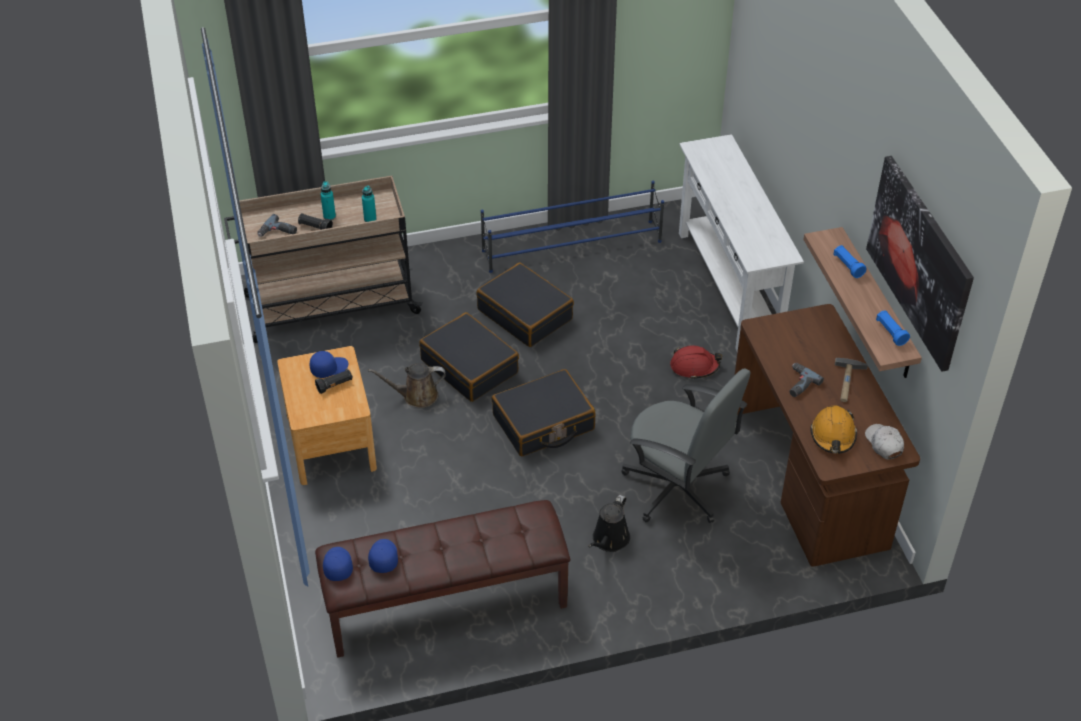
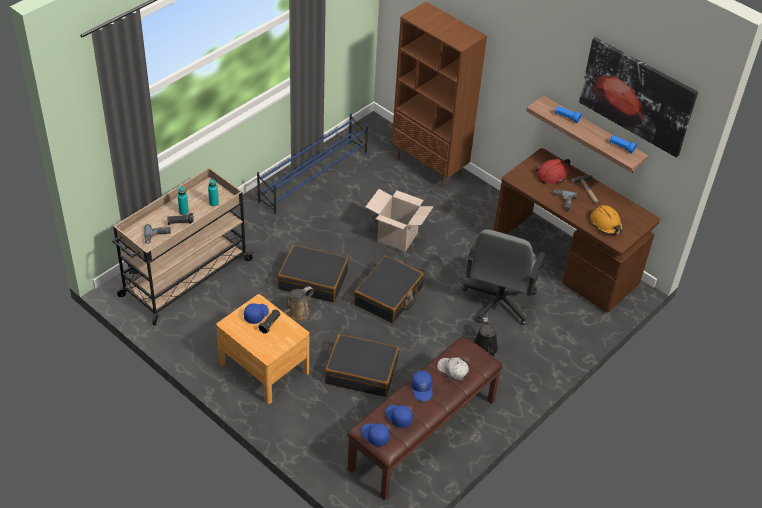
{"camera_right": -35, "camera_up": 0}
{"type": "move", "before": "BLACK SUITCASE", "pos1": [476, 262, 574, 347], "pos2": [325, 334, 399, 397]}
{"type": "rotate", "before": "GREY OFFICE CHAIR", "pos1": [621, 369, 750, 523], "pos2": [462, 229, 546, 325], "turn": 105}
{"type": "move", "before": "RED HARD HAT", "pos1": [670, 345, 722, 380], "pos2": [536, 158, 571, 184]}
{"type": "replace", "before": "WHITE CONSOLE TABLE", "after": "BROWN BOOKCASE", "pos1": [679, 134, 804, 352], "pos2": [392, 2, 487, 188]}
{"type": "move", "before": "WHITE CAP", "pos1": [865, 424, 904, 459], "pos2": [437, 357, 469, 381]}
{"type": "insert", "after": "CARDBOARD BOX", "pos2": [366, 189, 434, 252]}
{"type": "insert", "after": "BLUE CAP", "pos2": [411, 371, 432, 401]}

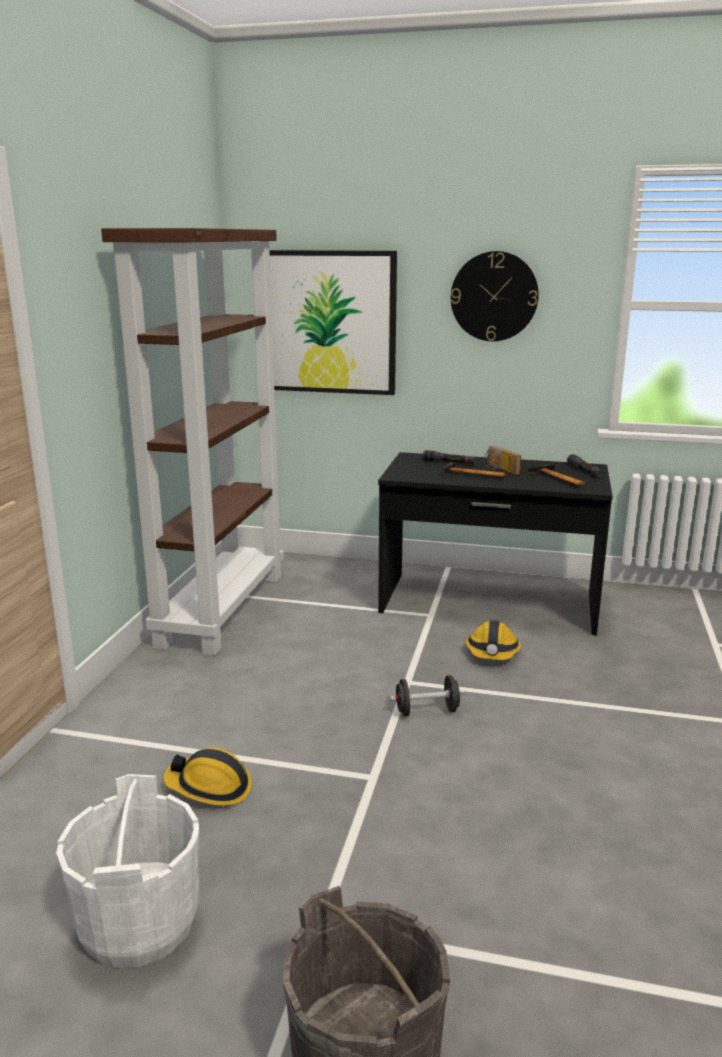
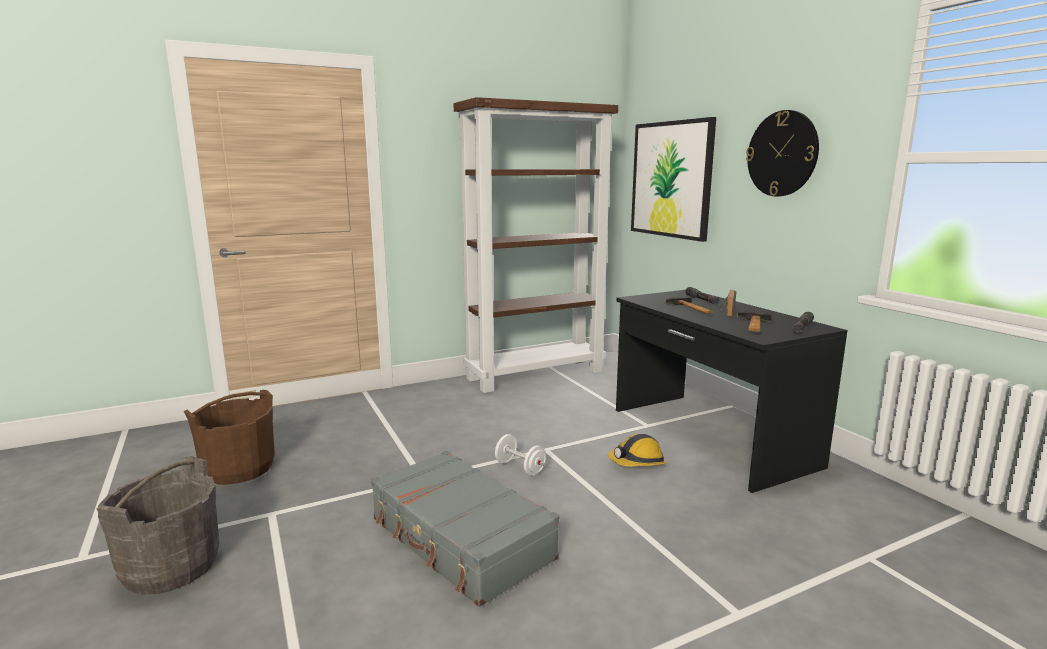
{"camera_right": 50, "camera_up": -5}
{"type": "recolor", "before": "WHITE BUCKET", "after": "BROWN BUCKET", "pos1": [56, 774, 200, 968], "pos2": [184, 390, 275, 485]}
{"type": "delete", "before": "HARD HAT", "pos1": [163, 747, 252, 806]}
{"type": "recolor", "before": "BLACK DUMBBELL", "after": "WHITE DUMBBELL", "pos1": [389, 675, 466, 716], "pos2": [495, 434, 546, 476]}
{"type": "insert", "after": "GREY SUITCASE", "pos2": [371, 451, 559, 607]}

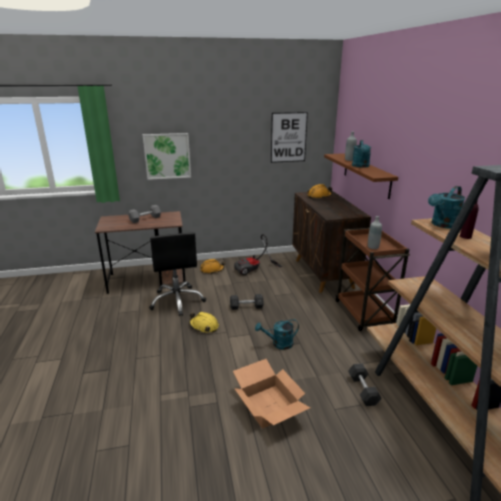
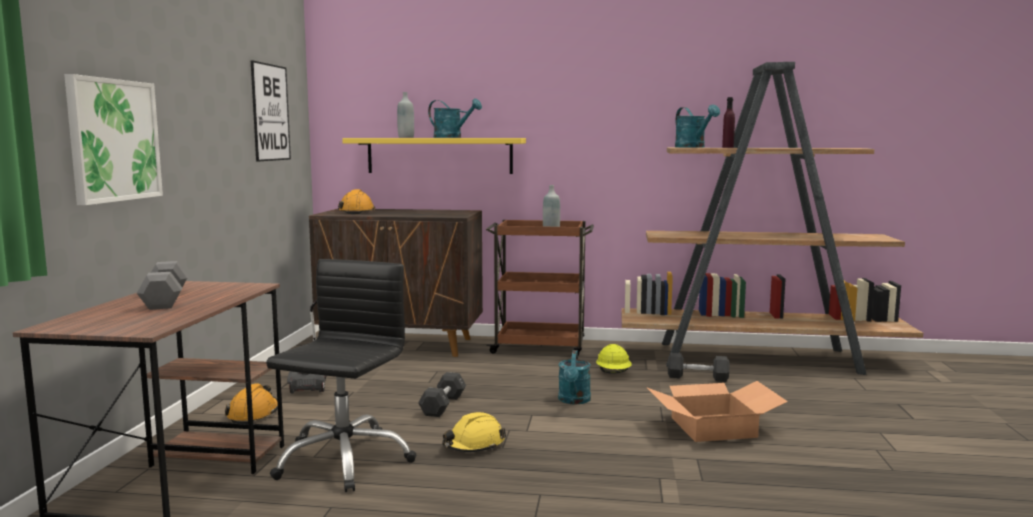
{"camera_right": -70, "camera_up": -15}
{"type": "rotate", "before": "BLACK OFFICE CHAIR", "pos1": [149, 232, 206, 316], "pos2": [266, 259, 417, 492], "turn": -75}
{"type": "recolor", "before": "BROWN SHELF", "after": "YELLOW SHELF", "pos1": [324, 153, 398, 199], "pos2": [342, 138, 526, 174]}
{"type": "insert", "after": "YELLOW HARD HAT", "pos2": [596, 344, 632, 374]}

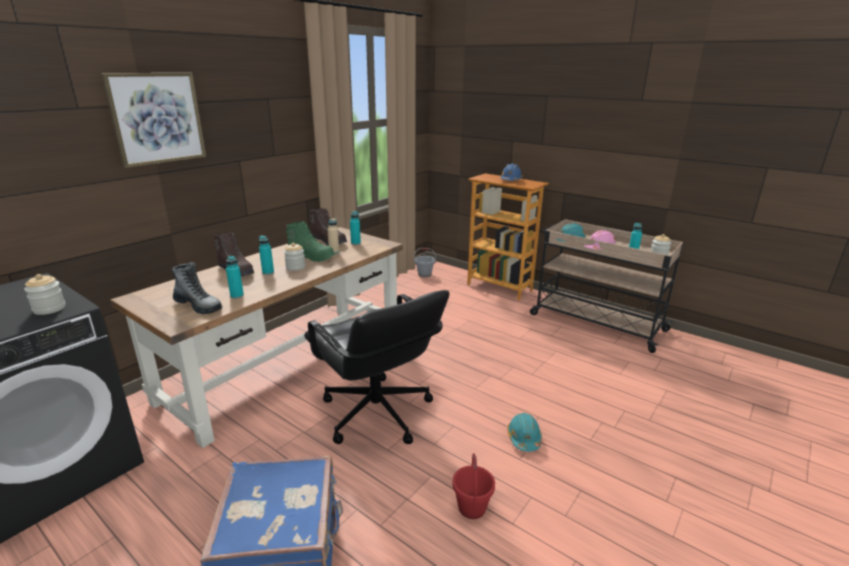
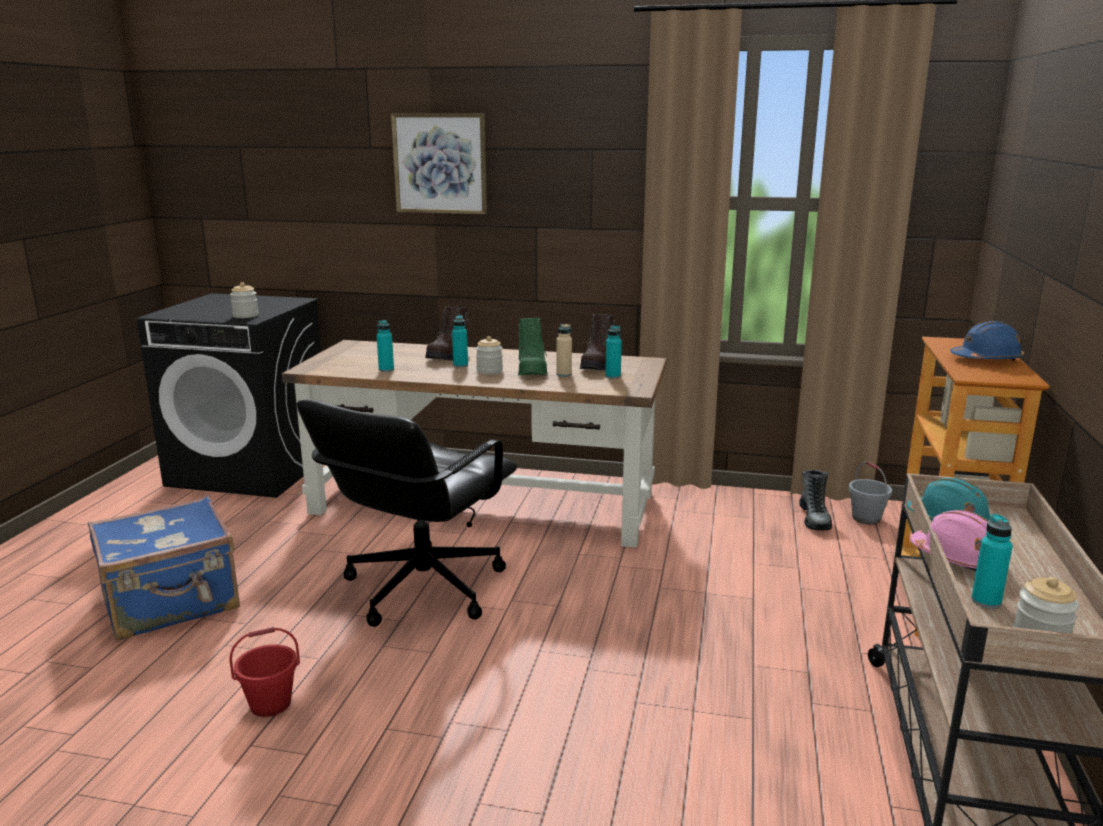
{"camera_right": 65, "camera_up": -5}
{"type": "move", "before": "BOOT", "pos1": [172, 262, 222, 314], "pos2": [799, 470, 832, 531]}
{"type": "delete", "before": "TURQUOISE HARD HAT", "pos1": [508, 413, 542, 452]}

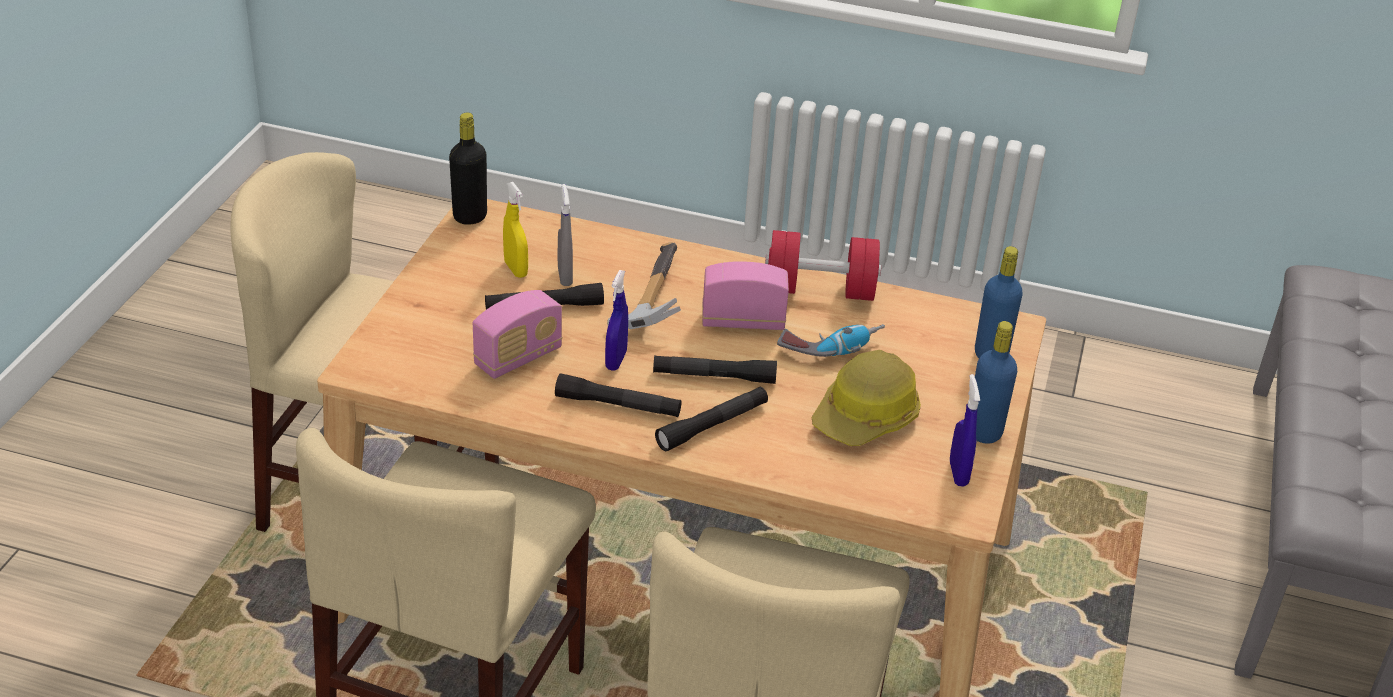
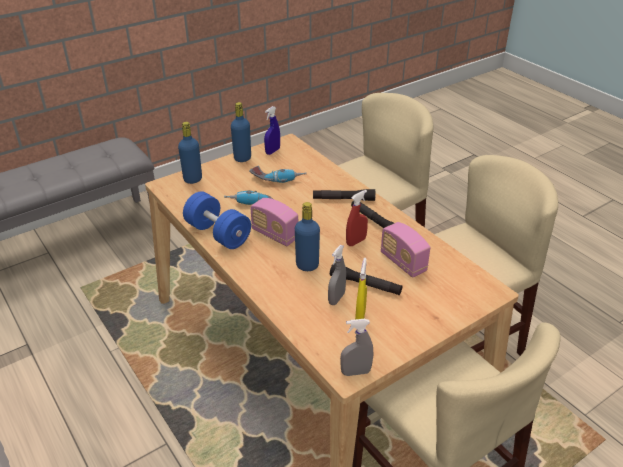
{"camera_right": -140, "camera_up": 0}
{"type": "replace", "before": "BLACK BOTTLE", "after": "GREY SPRAY BOTTLE", "pos1": [449, 113, 487, 225], "pos2": [340, 319, 373, 376]}
{"type": "rotate", "before": "RADIO", "pos1": [473, 290, 562, 379], "pos2": [381, 222, 431, 278], "turn": -120}
{"type": "recolor", "before": "BLUE SPRAY BOTTLE", "after": "RED SPRAY BOTTLE", "pos1": [605, 270, 628, 370], "pos2": [346, 190, 368, 246]}
{"type": "replace", "before": "HAMMER", "after": "BLUE BOTTLE", "pos1": [607, 242, 681, 329], "pos2": [295, 202, 320, 271]}
{"type": "delete", "before": "BLACK FLASHLIGHT", "pos1": [653, 355, 777, 384]}
{"type": "recolor", "before": "RED DUMBBELL", "after": "BLUE DUMBBELL", "pos1": [765, 230, 881, 301], "pos2": [183, 191, 251, 249]}
{"type": "replace", "before": "HARD HAT", "after": "POWER DRILL", "pos1": [812, 350, 921, 446], "pos2": [249, 166, 306, 183]}

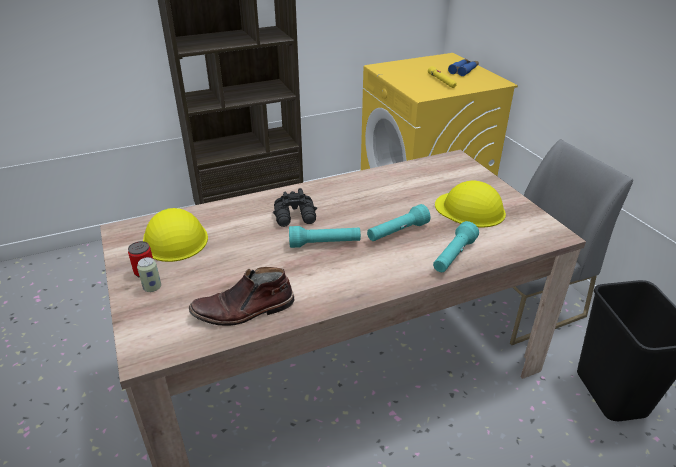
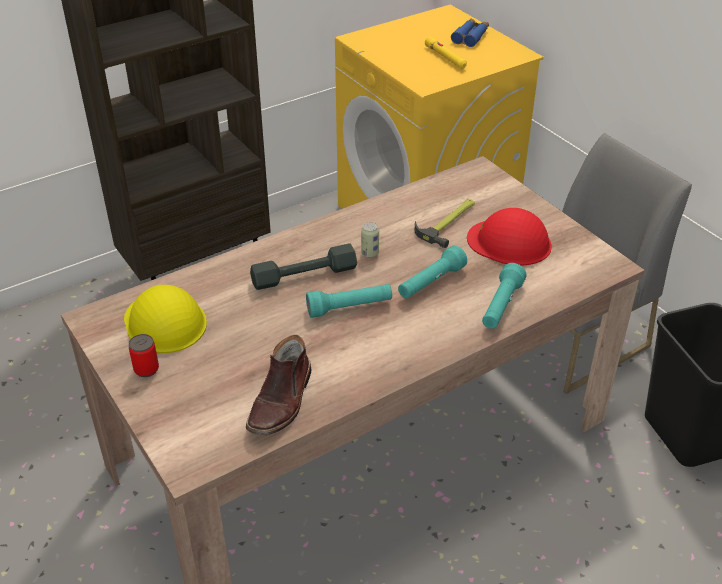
{"camera_right": -10, "camera_up": 5}
{"type": "move", "before": "CAN", "pos1": [137, 257, 161, 292], "pos2": [361, 222, 379, 258]}
{"type": "rotate", "before": "BROWN BOOT", "pos1": [189, 267, 294, 326], "pos2": [246, 335, 311, 435], "turn": -45}
{"type": "replace", "before": "BLACK BINOCULARS", "after": "GREY DUMBBELL", "pos1": [273, 188, 317, 227], "pos2": [250, 243, 357, 290]}
{"type": "recolor", "before": "YELLOW HARD HAT", "after": "RED HARD HAT", "pos1": [435, 181, 506, 227], "pos2": [467, 208, 552, 265]}
{"type": "insert", "after": "HAMMER", "pos2": [415, 199, 475, 248]}

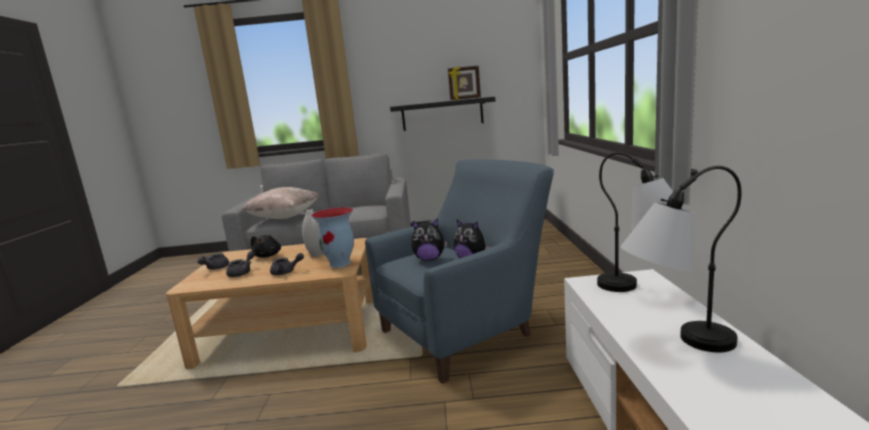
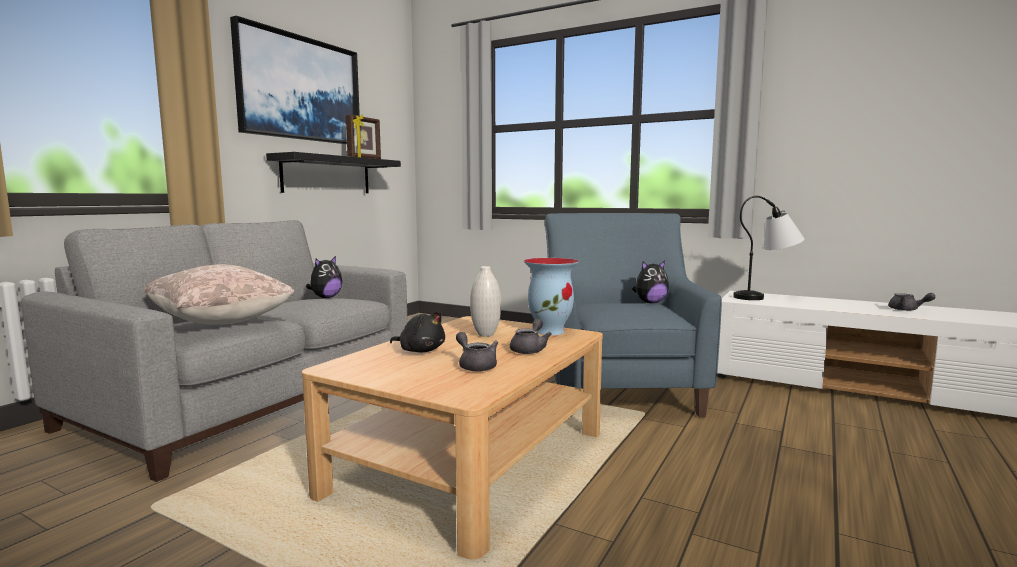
{"camera_right": -60, "camera_up": -5}
{"type": "move", "before": "GREY TEAPOT", "pos1": [197, 253, 229, 270], "pos2": [888, 293, 935, 311]}
{"type": "move", "before": "PLUSH TOY", "pos1": [411, 219, 447, 261], "pos2": [306, 256, 342, 298]}
{"type": "delete", "before": "TABLE LAMP", "pos1": [620, 166, 741, 352]}
{"type": "insert", "after": "PICTURE", "pos2": [230, 16, 360, 144]}

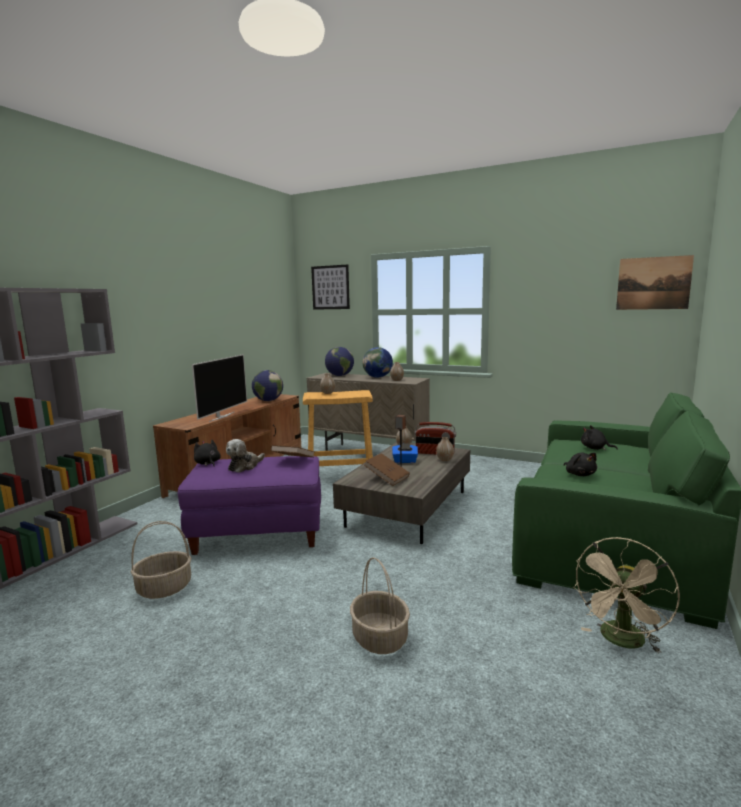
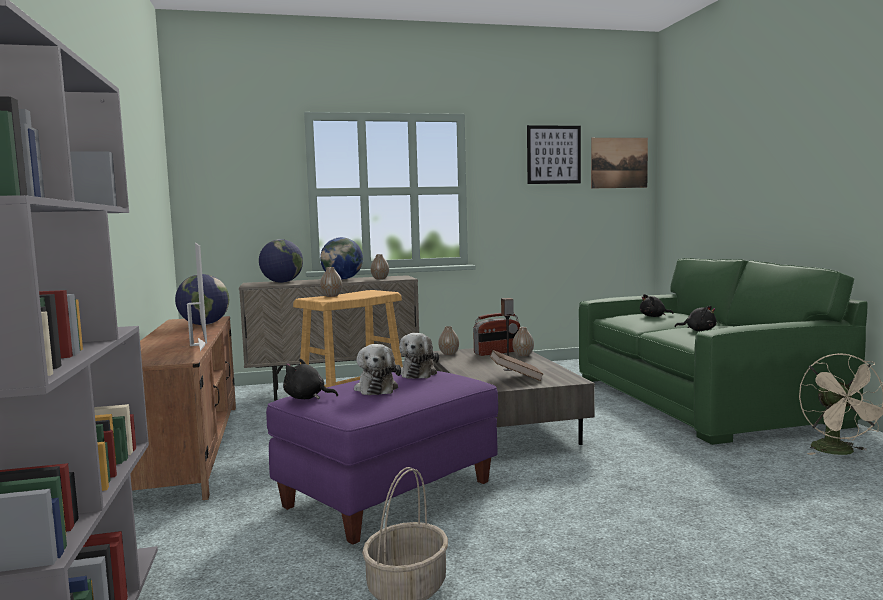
{"camera_right": -40, "camera_up": -5}
{"type": "replace", "before": "BROWN BOOK", "after": "PLUSH TOY", "pos1": [271, 445, 314, 457], "pos2": [399, 333, 439, 379]}
{"type": "move", "before": "PICTURE", "pos1": [311, 264, 350, 310], "pos2": [527, 125, 581, 184]}
{"type": "delete", "before": "BASKET", "pos1": [350, 557, 410, 654]}
{"type": "delete", "before": "BLUE TISSUE BOX", "pos1": [392, 443, 418, 463]}

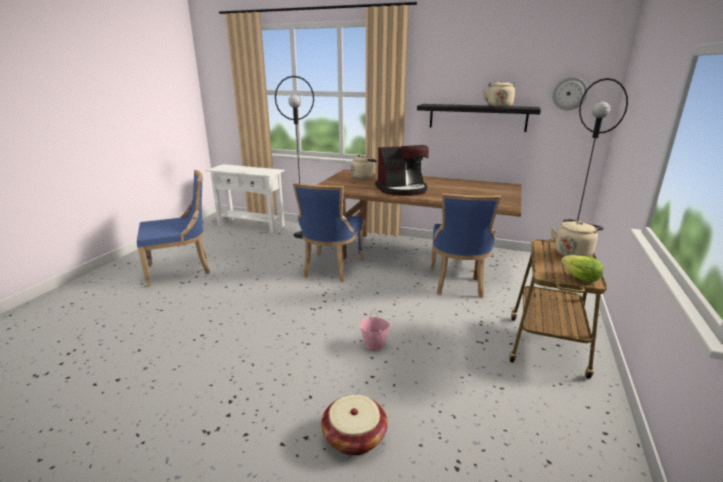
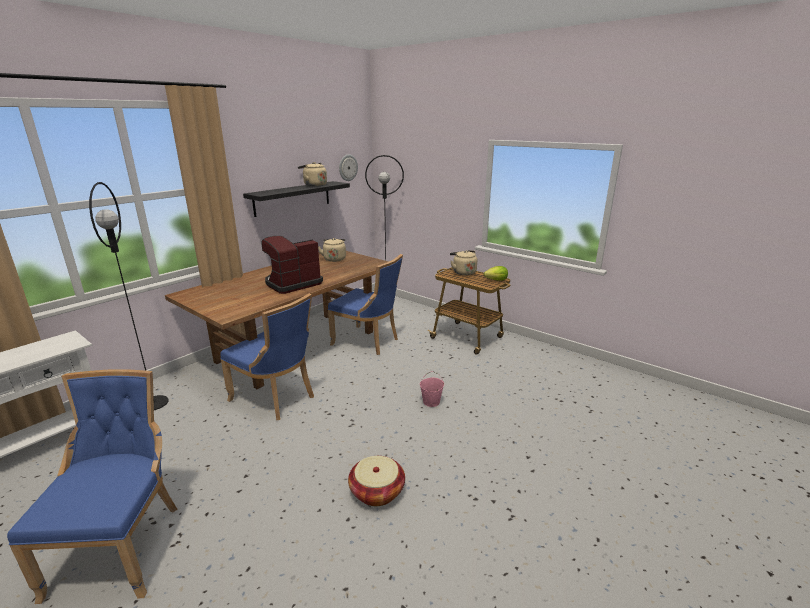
{"camera_right": -70, "camera_up": 0}
{"type": "move", "before": "BASKET", "pos1": [321, 395, 388, 456], "pos2": [348, 456, 405, 506]}
{"type": "move", "before": "BEIGE KETTLE", "pos1": [351, 155, 377, 179], "pos2": [318, 238, 346, 262]}
{"type": "rotate", "before": "COFFEE MACHINE", "pos1": [375, 145, 429, 196], "pos2": [261, 236, 323, 294], "turn": -135}

